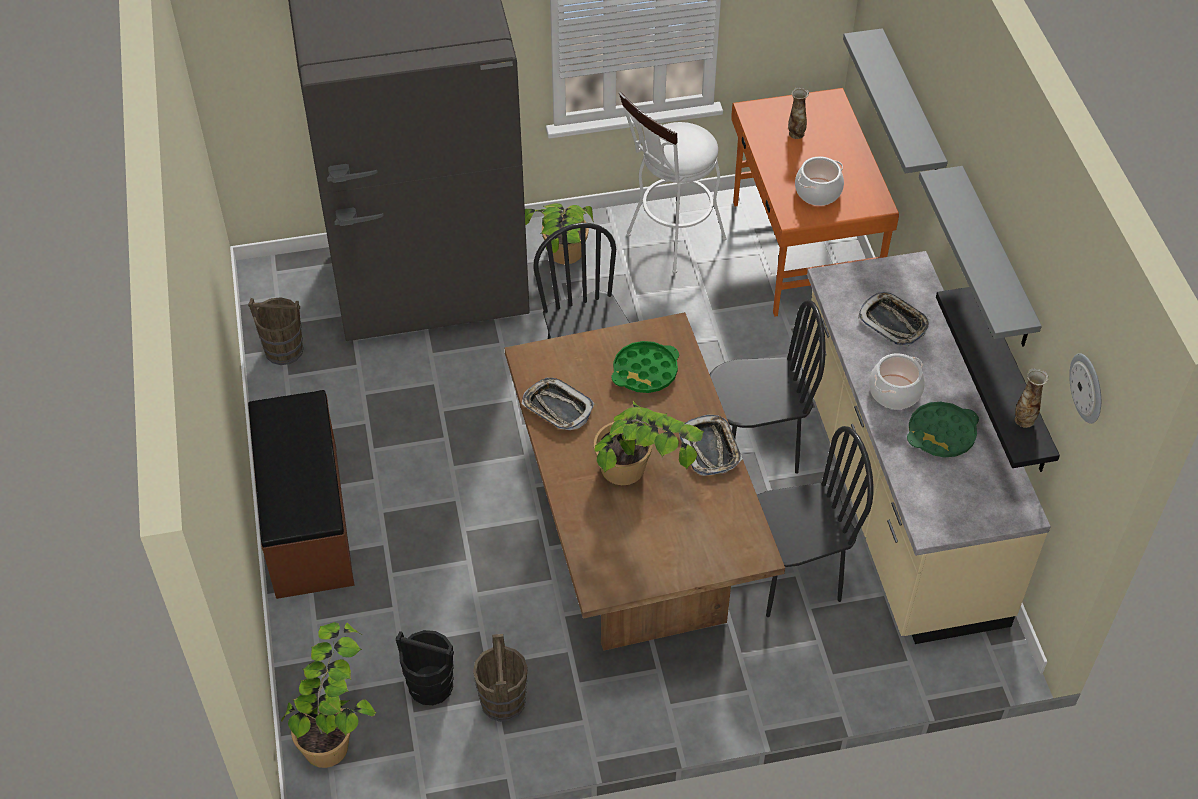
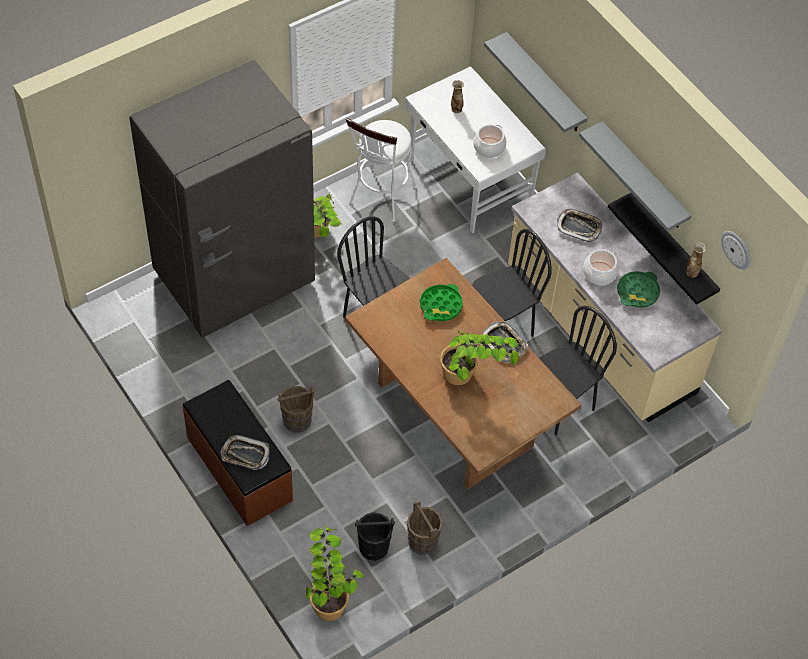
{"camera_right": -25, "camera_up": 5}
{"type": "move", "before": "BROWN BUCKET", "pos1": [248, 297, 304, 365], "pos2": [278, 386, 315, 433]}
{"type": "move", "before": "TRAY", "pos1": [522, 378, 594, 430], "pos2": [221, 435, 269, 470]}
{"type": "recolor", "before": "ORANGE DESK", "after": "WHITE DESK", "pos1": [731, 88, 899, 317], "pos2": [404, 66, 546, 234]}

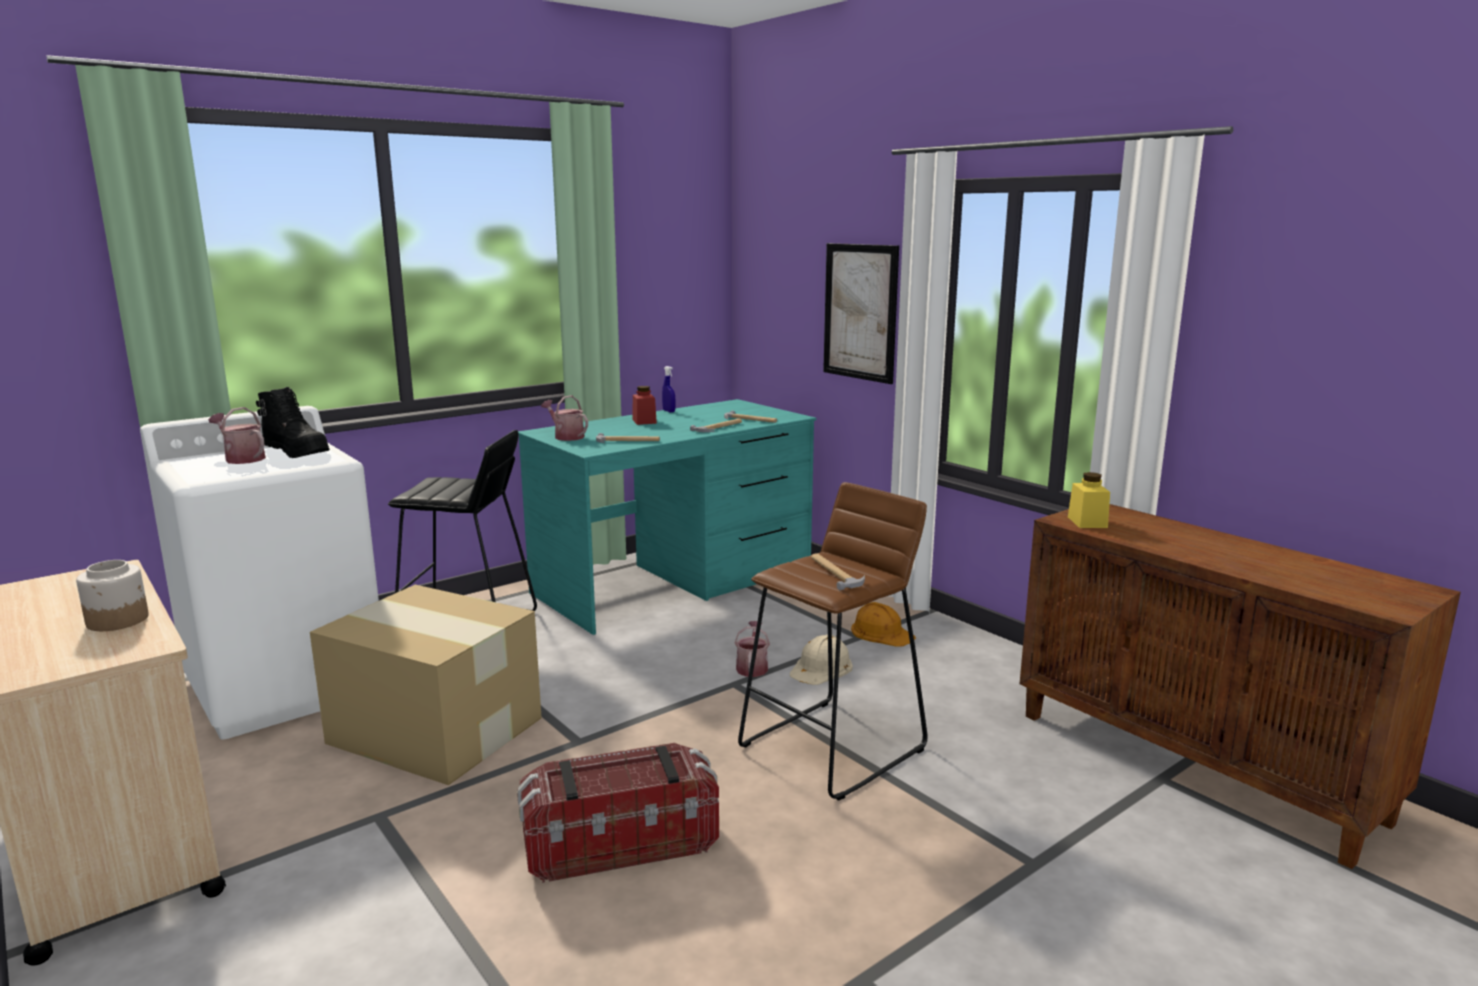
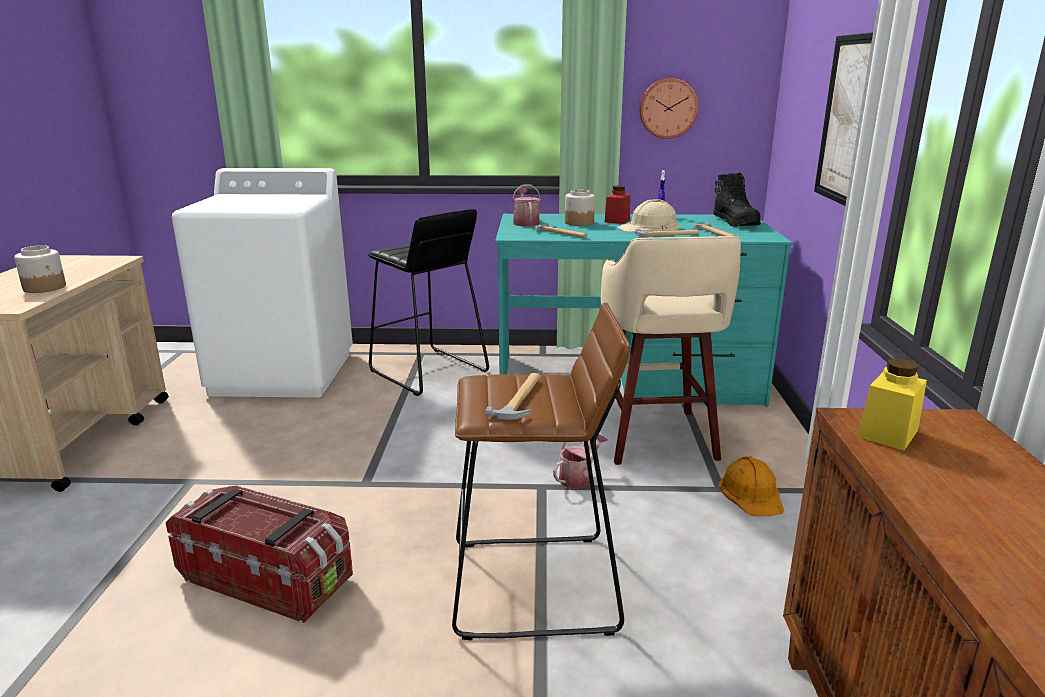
{"camera_right": 40, "camera_up": 5}
{"type": "delete", "before": "WATERING CAN", "pos1": [208, 407, 266, 464]}
{"type": "move", "before": "BLACK BOOT", "pos1": [256, 387, 330, 458], "pos2": [713, 172, 761, 227]}
{"type": "delete", "before": "CARDBOARD BOX", "pos1": [310, 585, 542, 785]}
{"type": "move", "before": "BEIGE HARD HAT", "pos1": [789, 634, 853, 685], "pos2": [617, 199, 679, 232]}
{"type": "insert", "after": "JAR", "pos2": [565, 189, 595, 226]}
{"type": "insert", "after": "BEIGE STOOL", "pos2": [601, 236, 741, 465]}
{"type": "insert", "after": "WALL CLOCK", "pos2": [639, 78, 698, 139]}

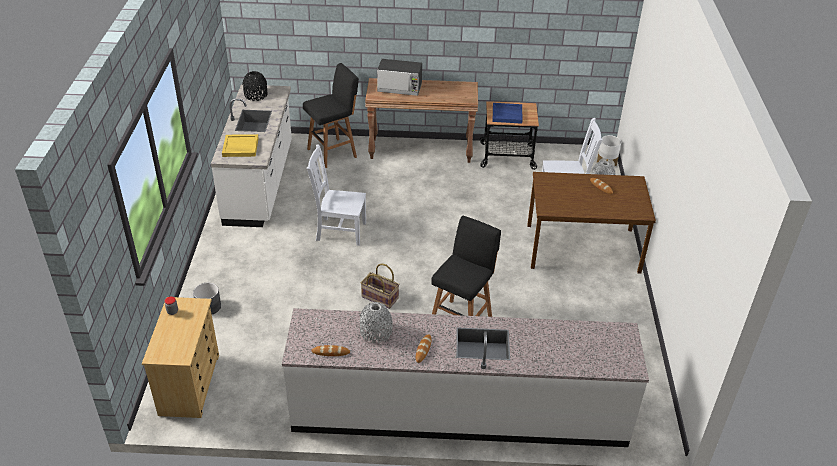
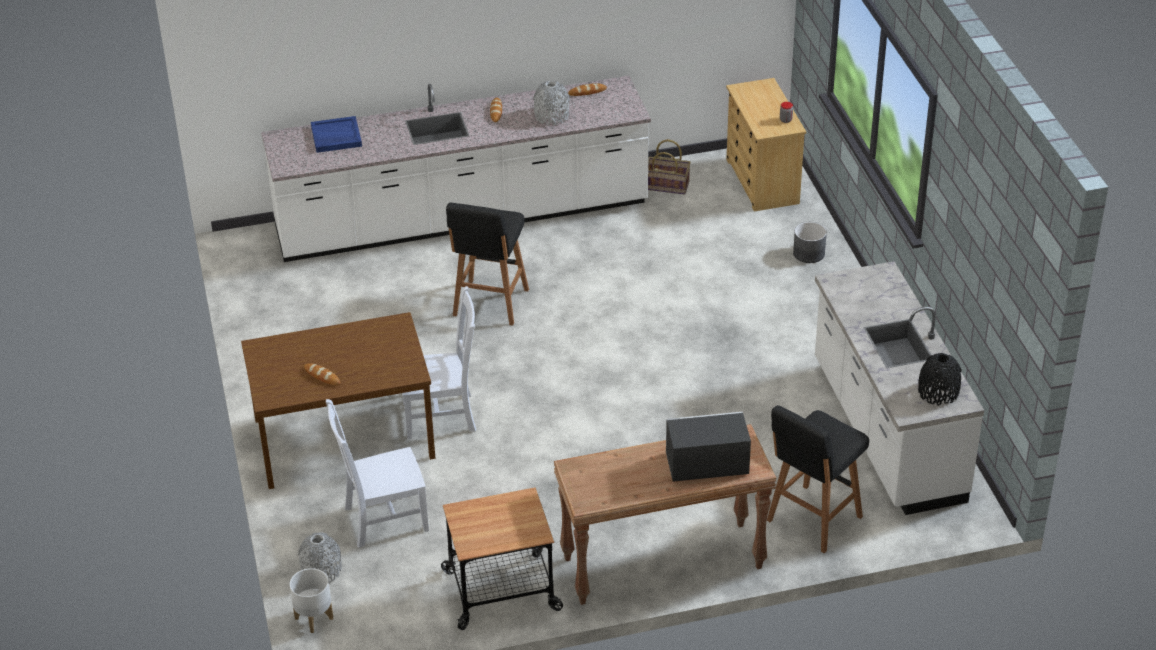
{"camera_right": 165, "camera_up": 0}
{"type": "delete", "before": "YELLOW TRAY", "pos1": [222, 134, 259, 157]}
{"type": "move", "before": "WHITE CHAIR", "pos1": [307, 144, 366, 246], "pos2": [402, 286, 476, 439]}
{"type": "move", "before": "BASKET", "pos1": [361, 264, 399, 309], "pos2": [648, 139, 691, 194]}
{"type": "move", "before": "BLUE TRAY", "pos1": [493, 103, 523, 124], "pos2": [311, 116, 362, 153]}

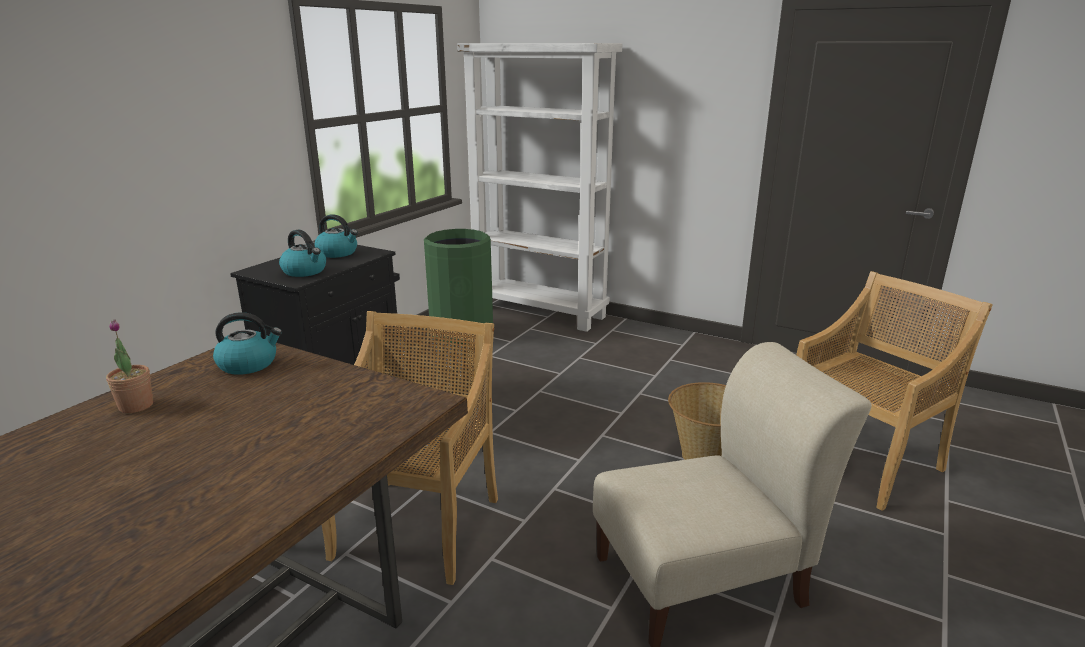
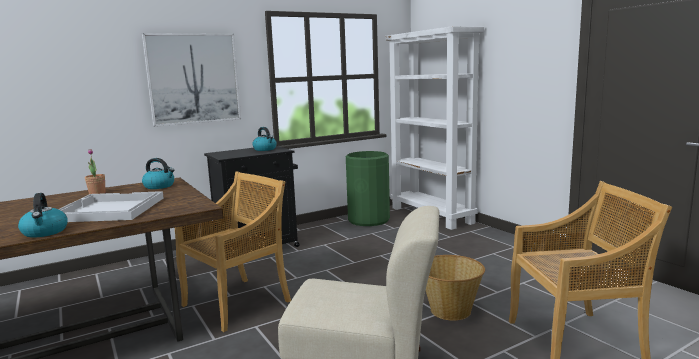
{"camera_right": 30, "camera_up": -10}
{"type": "move", "before": "KETTLE", "pos1": [279, 229, 326, 277], "pos2": [18, 193, 68, 238]}
{"type": "insert", "after": "WHITE TRAY", "pos2": [59, 191, 164, 222]}
{"type": "insert", "after": "PICTURE", "pos2": [142, 33, 241, 127]}

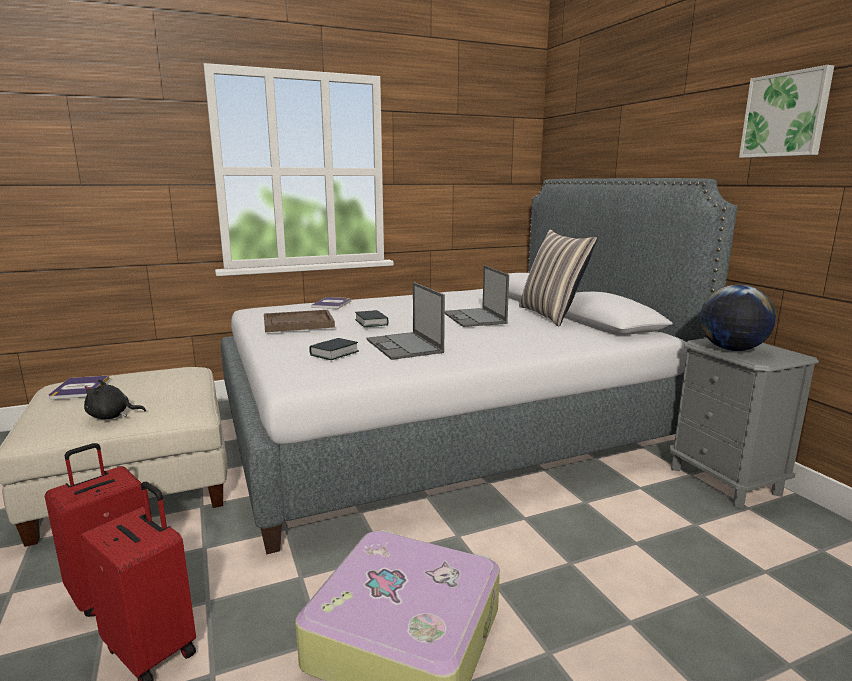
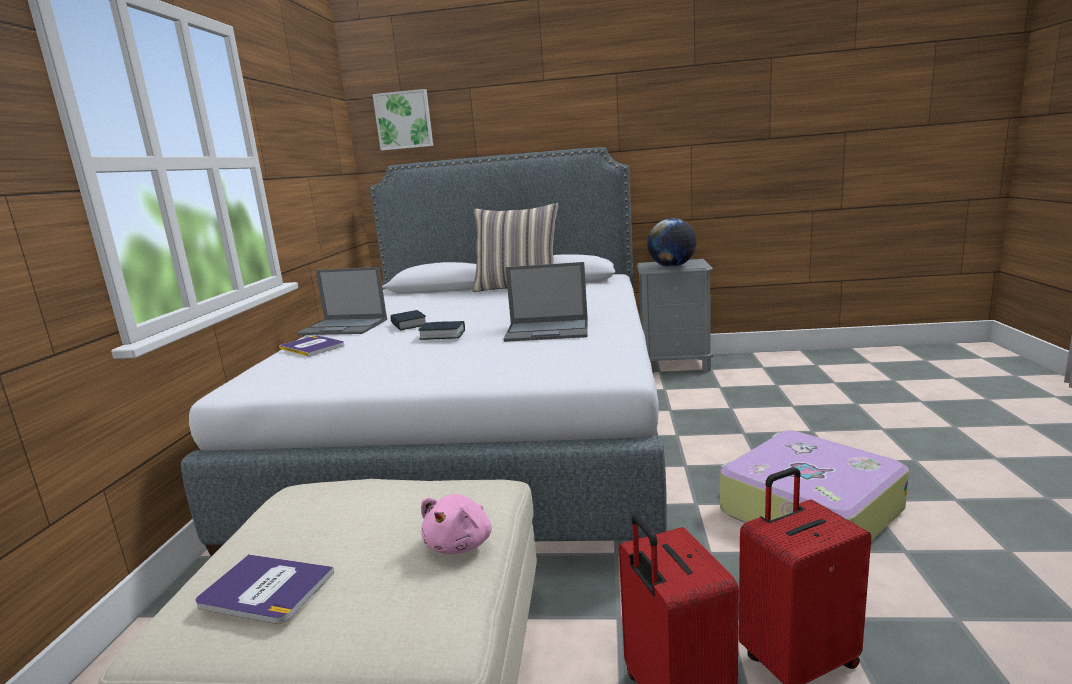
{"camera_right": -60, "camera_up": 0}
{"type": "recolor", "before": "BLACK PLUSH TOY", "after": "PINK PLUSH TOY", "pos1": [84, 379, 146, 419], "pos2": [421, 494, 492, 554]}
{"type": "delete", "before": "BROWN TRAY", "pos1": [264, 310, 335, 332]}
{"type": "move", "before": "BOOK", "pos1": [309, 338, 359, 360], "pos2": [390, 310, 426, 331]}
{"type": "move", "before": "LAPTOP", "pos1": [445, 265, 509, 327], "pos2": [297, 267, 387, 335]}
{"type": "move", "before": "PICTURE", "pos1": [739, 65, 834, 158], "pos2": [373, 89, 433, 151]}

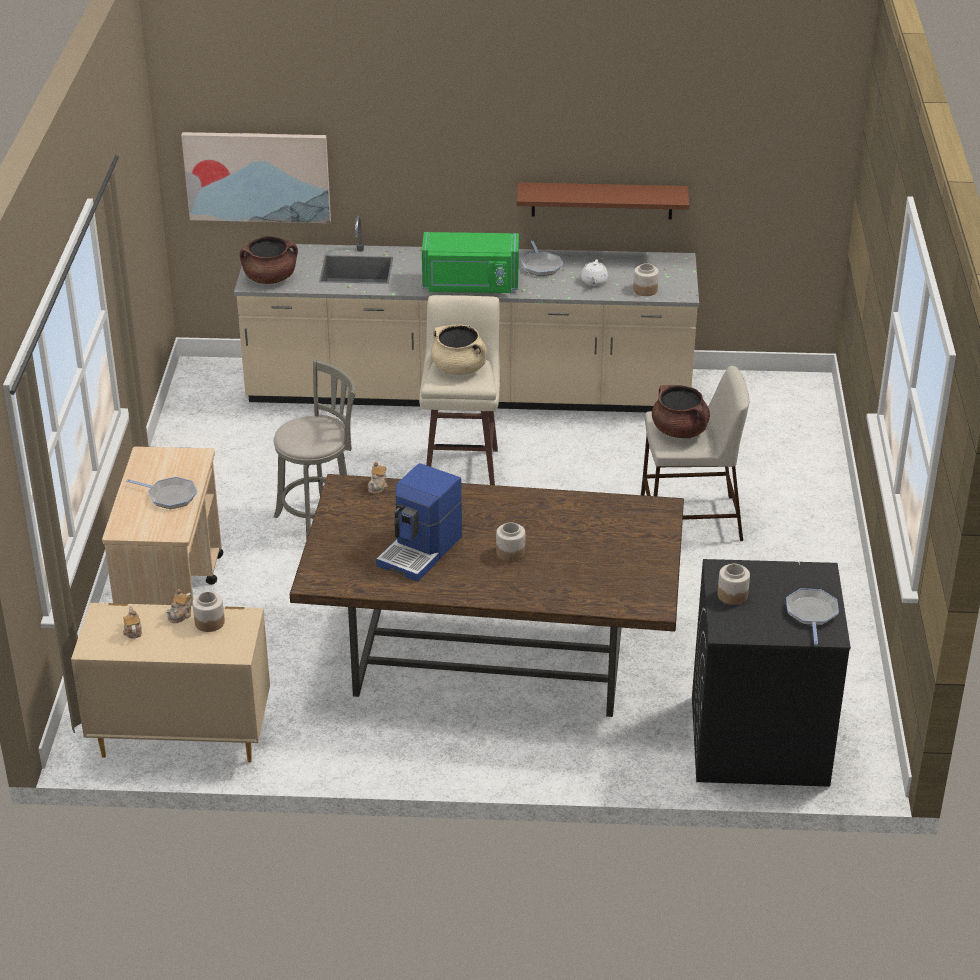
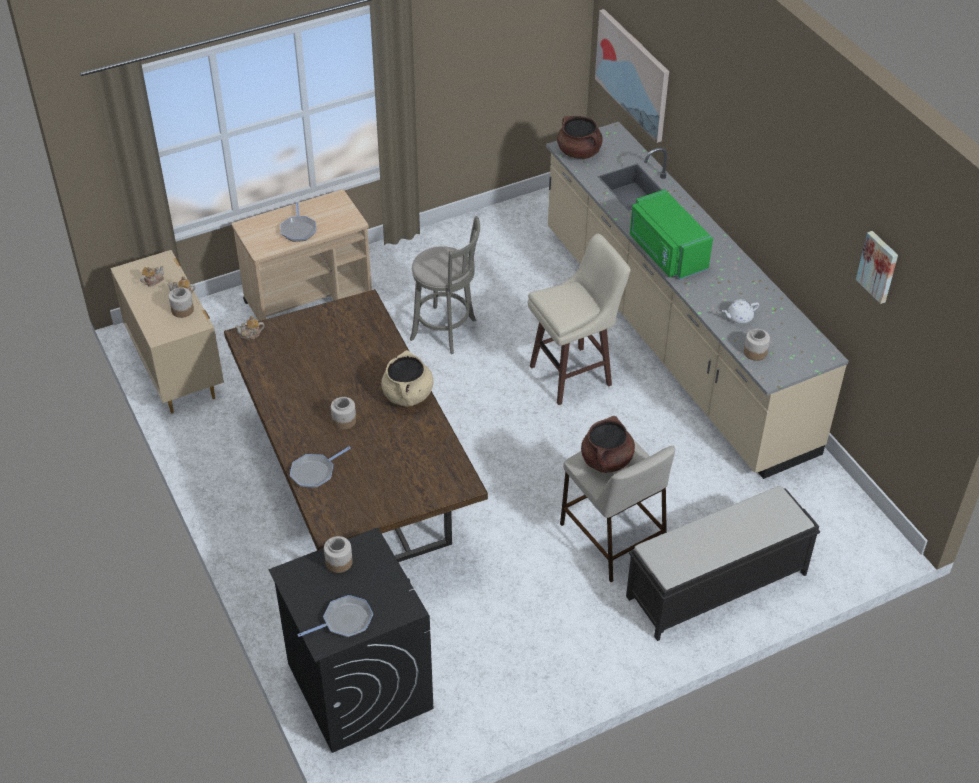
{"camera_right": 60, "camera_up": 10}
{"type": "move", "before": "TEAPOT", "pos1": [368, 462, 388, 494], "pos2": [235, 316, 264, 339]}
{"type": "delete", "before": "COFFEE MACHINE", "pos1": [376, 463, 462, 582]}
{"type": "move", "before": "BEIGE COOKING POT", "pos1": [431, 325, 487, 375], "pos2": [381, 350, 433, 407]}
{"type": "delete", "before": "BROWN SHELF", "pos1": [517, 182, 689, 220]}
{"type": "move", "before": "FRYING PAN", "pos1": [521, 241, 563, 276], "pos2": [290, 446, 351, 488]}
{"type": "insert", "after": "BLACK BENCH", "pos2": [626, 486, 820, 641]}
{"type": "insert", "after": "PICTURE", "pos2": [856, 231, 898, 304]}

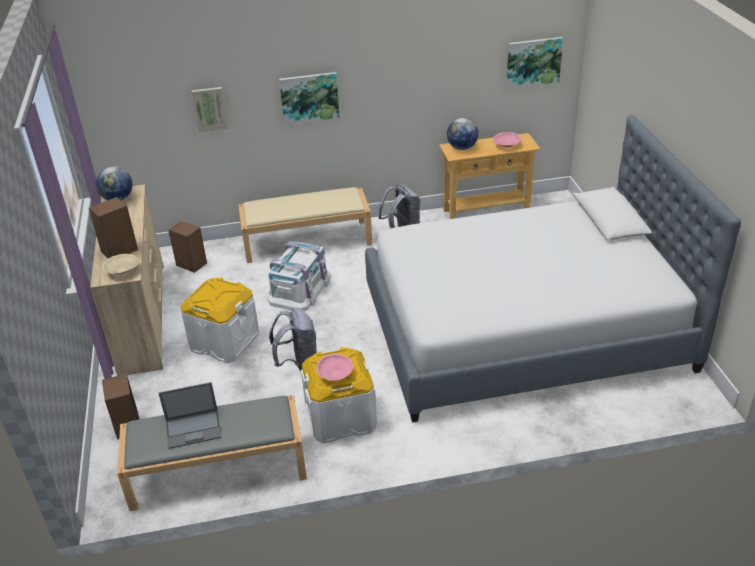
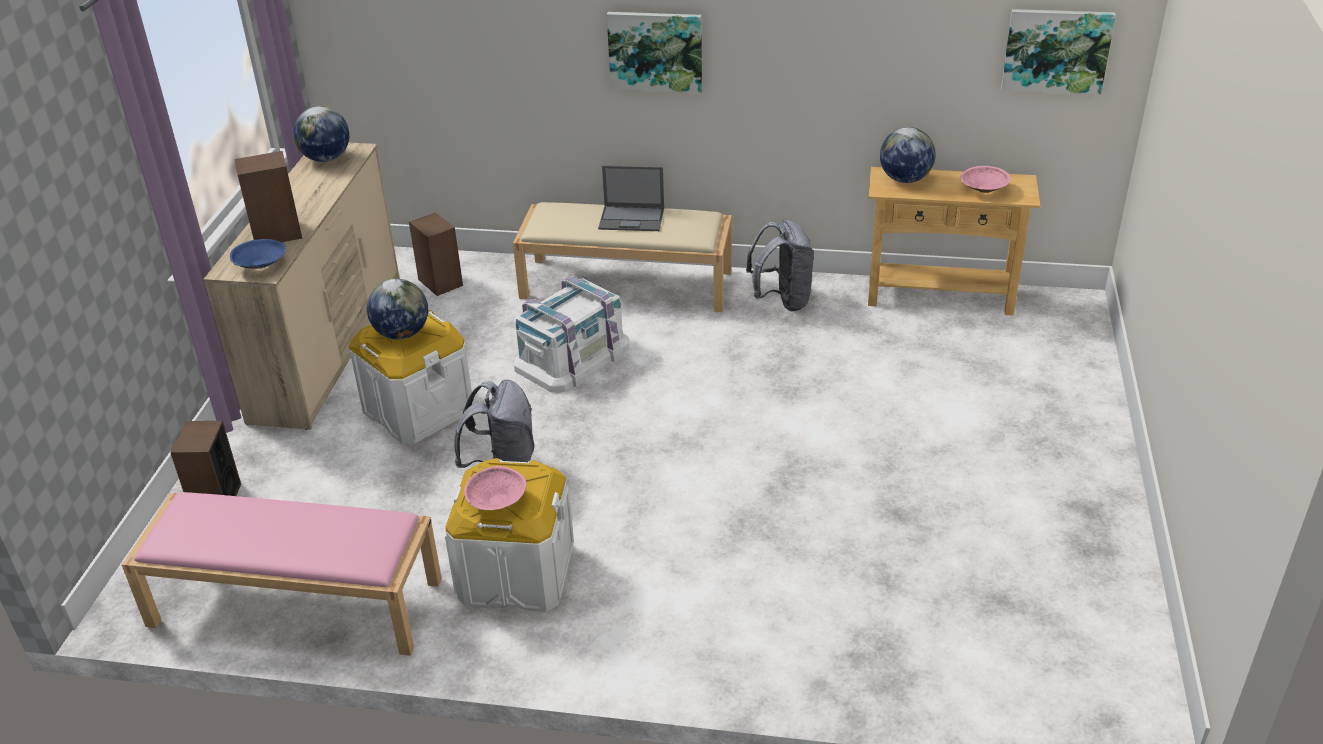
{"camera_right": 20, "camera_up": 0}
{"type": "recolor", "before": "BEIGE BOWL", "after": "BLUE BOWL", "pos1": [103, 254, 139, 275], "pos2": [230, 239, 286, 269]}
{"type": "recolor", "before": "GREY BENCH", "after": "PINK BENCH", "pos1": [117, 395, 307, 511], "pos2": [122, 492, 442, 656]}
{"type": "move", "before": "LAPTOP", "pos1": [159, 382, 222, 449], "pos2": [598, 165, 664, 231]}
{"type": "delete", "before": "PICTURE", "pos1": [192, 87, 228, 132]}
{"type": "delete", "before": "BED", "pos1": [365, 115, 741, 423]}
{"type": "insert", "after": "GLOBE", "pos2": [367, 279, 428, 340]}

